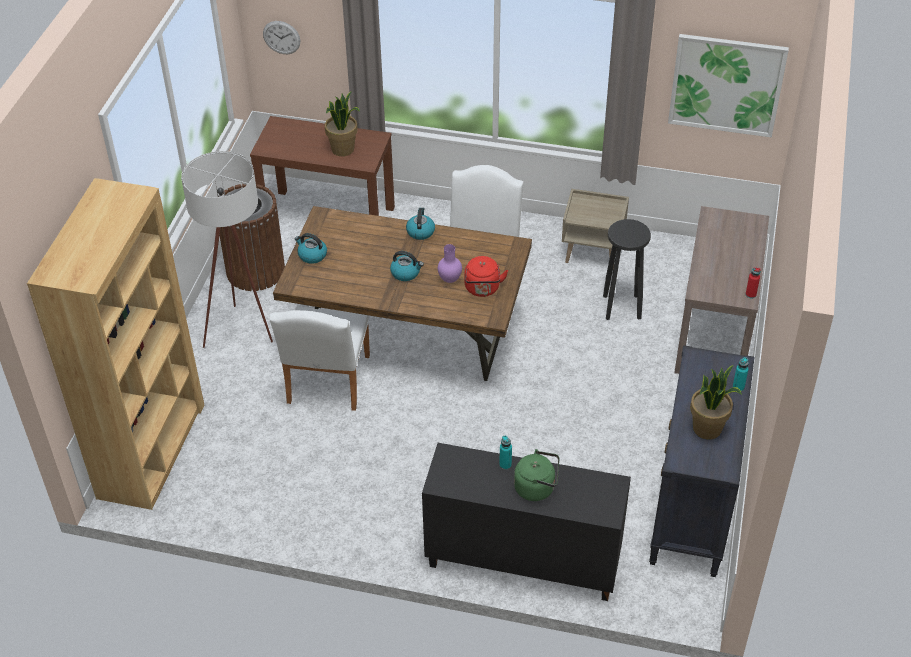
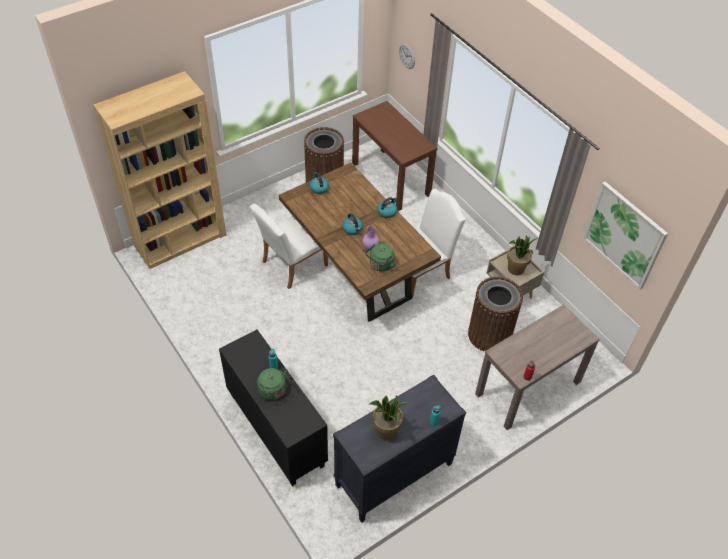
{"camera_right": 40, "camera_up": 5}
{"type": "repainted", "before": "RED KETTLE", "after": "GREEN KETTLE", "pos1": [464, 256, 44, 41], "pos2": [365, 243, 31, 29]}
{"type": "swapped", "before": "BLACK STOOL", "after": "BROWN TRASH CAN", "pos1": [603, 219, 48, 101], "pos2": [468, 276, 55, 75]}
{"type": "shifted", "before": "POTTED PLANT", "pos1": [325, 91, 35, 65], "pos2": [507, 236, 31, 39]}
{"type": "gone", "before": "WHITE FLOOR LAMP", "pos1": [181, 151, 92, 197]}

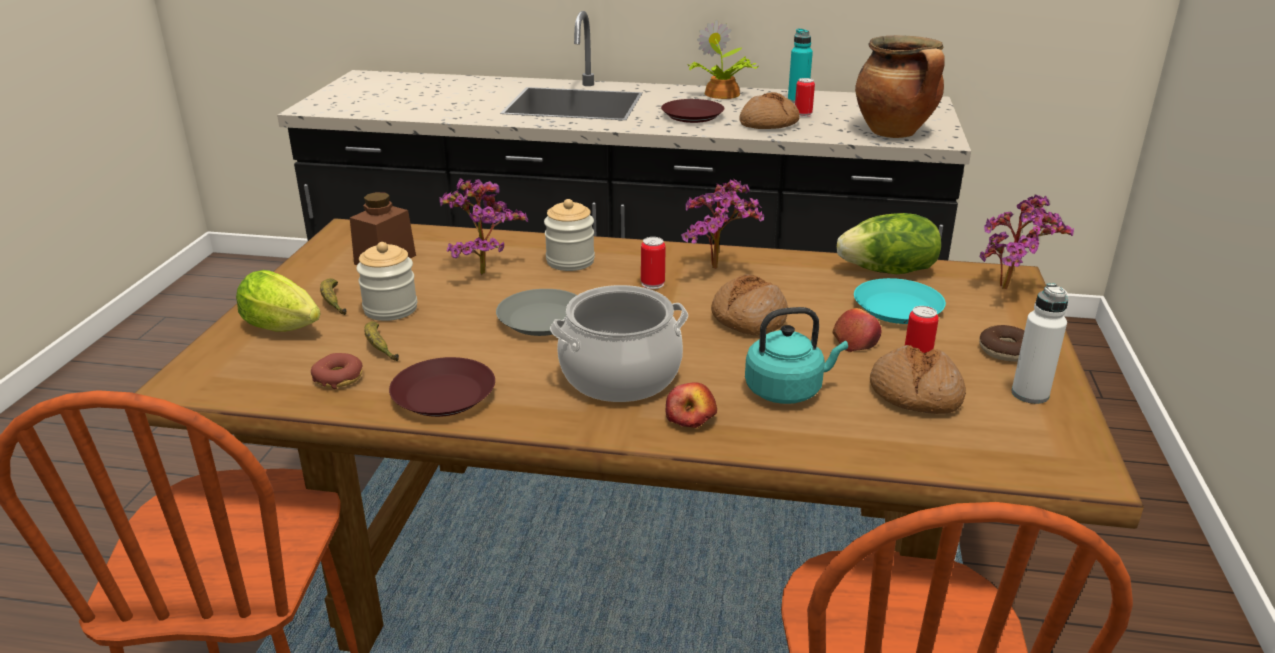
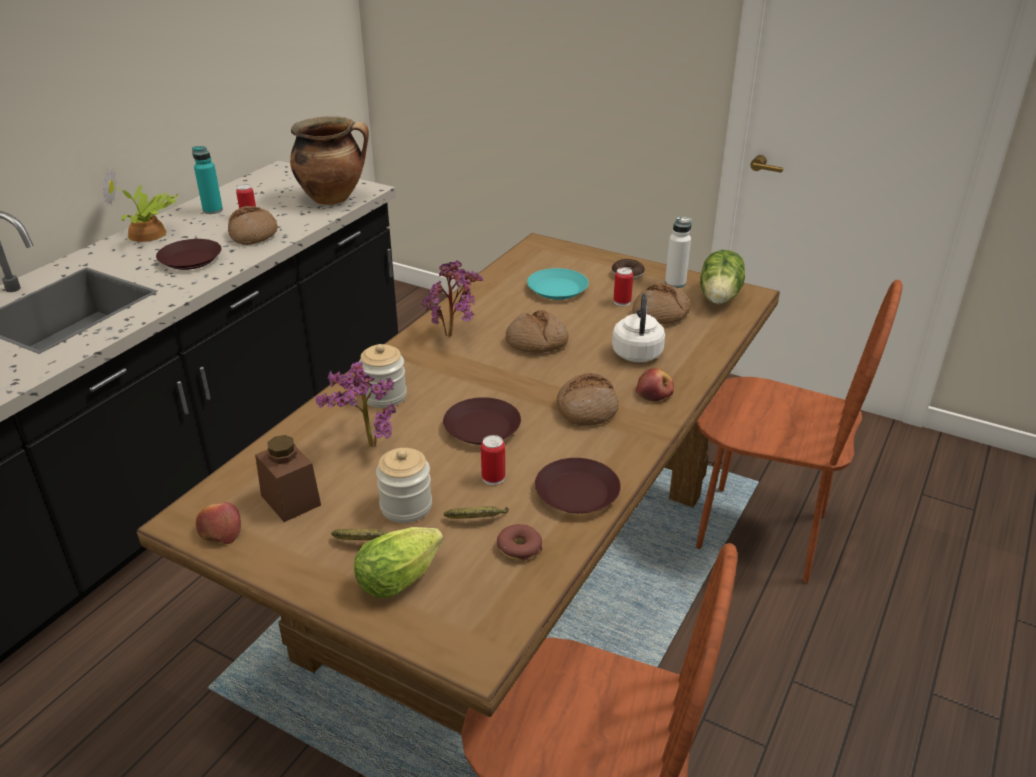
{"camera_right": -70, "camera_up": 5}
{"type": "shifted", "before": "APPLE", "pos1": [832, 308, 49, 44], "pos2": [196, 502, 45, 42]}
{"type": "repainted", "before": "GREY PLATE", "after": "BROWN PLATE", "pos1": [496, 289, 81, 47], "pos2": [443, 397, 78, 48]}
{"type": "shifted", "before": "CAN", "pos1": [641, 237, 25, 52], "pos2": [481, 435, 24, 50]}
{"type": "swapped", "before": "COOKING POT", "after": "BREAD", "pos1": [550, 285, 138, 117], "pos2": [557, 373, 62, 53]}
{"type": "repainted", "before": "TURQUOISE KETTLE", "after": "WHITE KETTLE", "pos1": [745, 307, 103, 97], "pos2": [612, 294, 53, 68]}
{"type": "shifted", "before": "LETTUCE", "pos1": [837, 213, 104, 61], "pos2": [700, 250, 45, 54]}
{"type": "gone", "before": "POTTED PLANT", "pos1": [980, 194, 94, 95]}

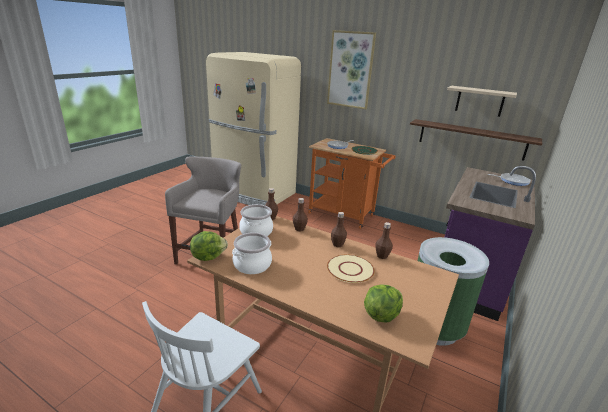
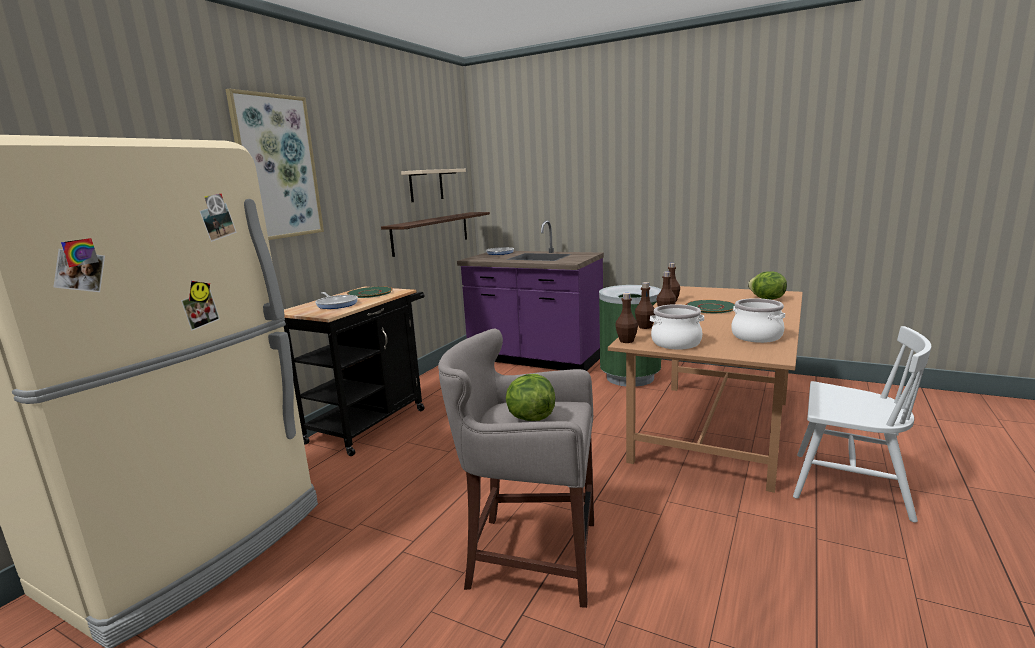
{"camera_right": -90, "camera_up": -10}
{"type": "repainted", "before": "ORANGE CART", "after": "BLACK CART", "pos1": [308, 138, 88, 91], "pos2": [284, 287, 141, 169]}
{"type": "shifted", "before": "LETTUCE", "pos1": [190, 231, 38, 30], "pos2": [506, 374, 49, 47]}
{"type": "repainted", "before": "BEIGE PLATE", "after": "GREEN PLATE", "pos1": [327, 255, 48, 28], "pos2": [686, 300, 49, 13]}

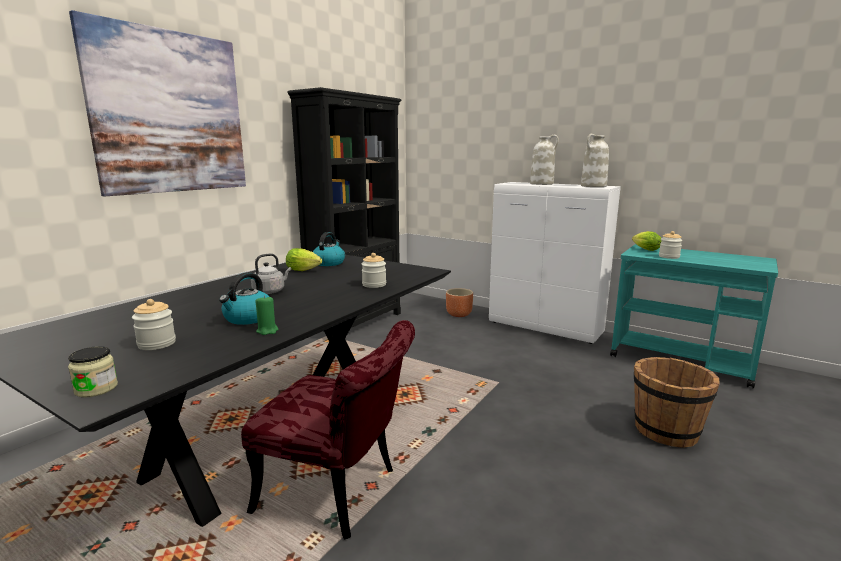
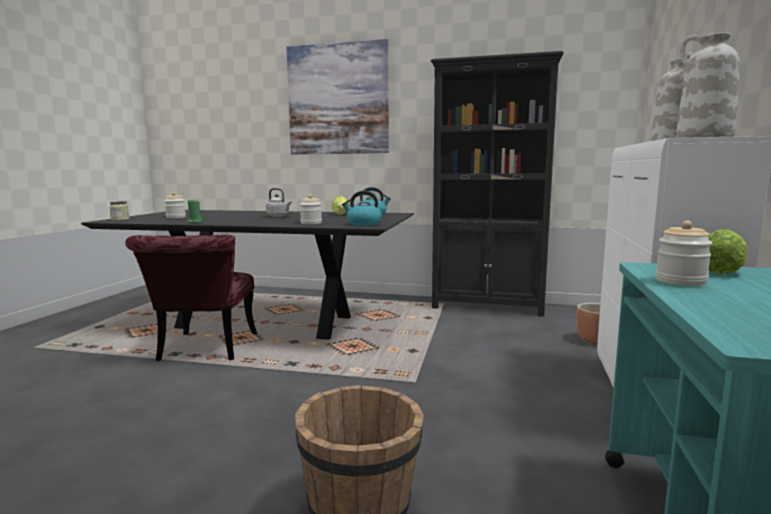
{"camera_right": 70, "camera_up": -5}
{"type": "shifted", "before": "KETTLE", "pos1": [219, 272, 50, 53], "pos2": [342, 191, 40, 35]}

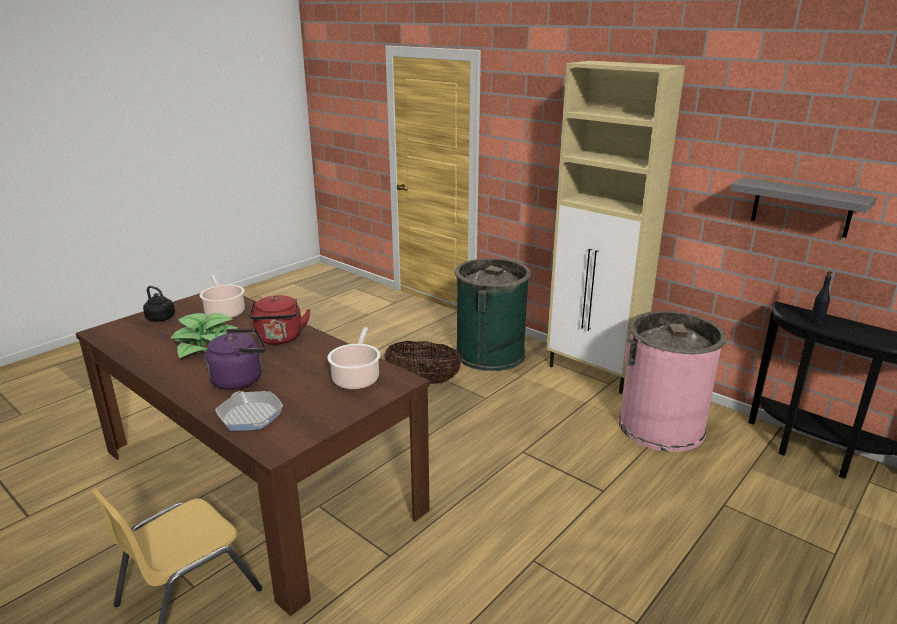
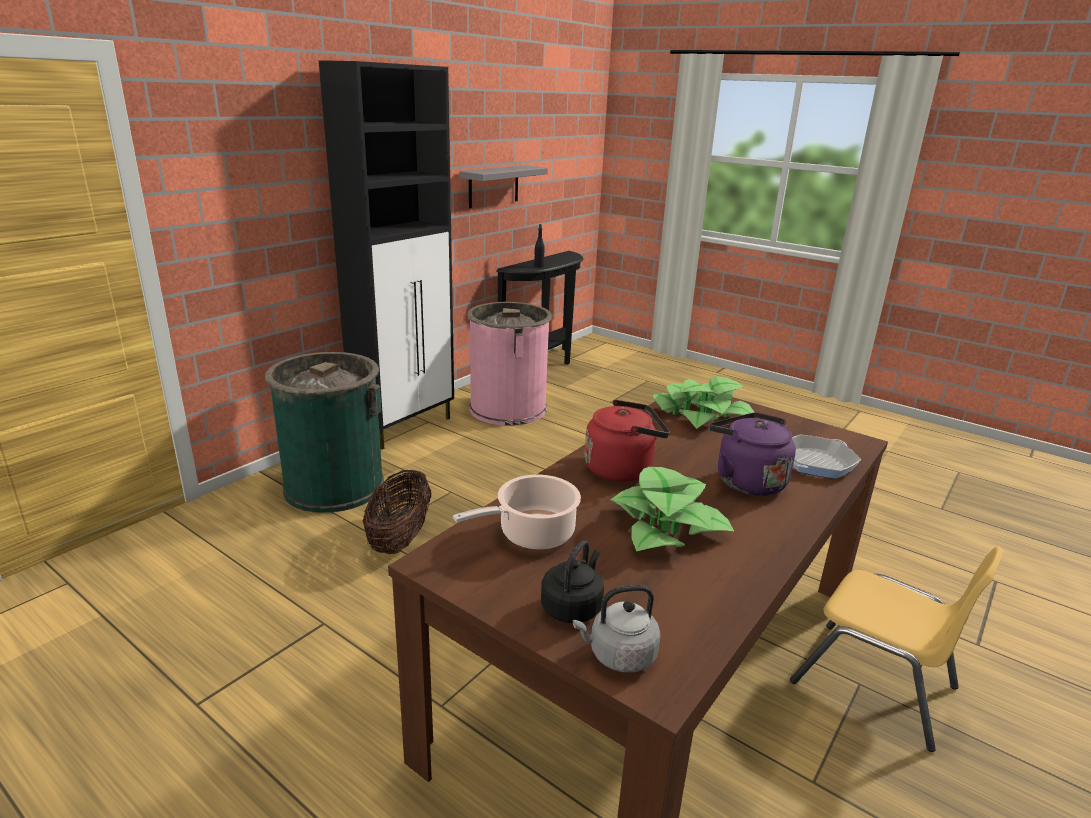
{"camera_right": -95, "camera_up": 0}
{"type": "repainted", "before": "BEIGE CABINET", "after": "BLACK CABINET", "pos1": [547, 61, 138, 333], "pos2": [319, 60, 135, 389]}
{"type": "new", "after": "GREY KETTLE", "pos2": [573, 585, 88, 88]}
{"type": "swapped", "before": "COOKING POT", "after": "POTTED PLANT", "pos1": [327, 328, 54, 61], "pos2": [653, 376, 101, 53]}

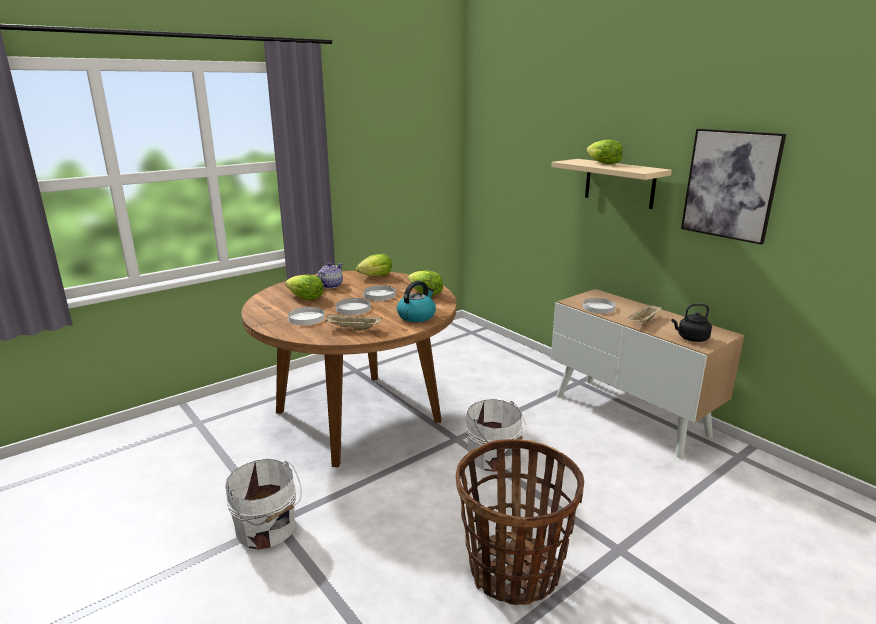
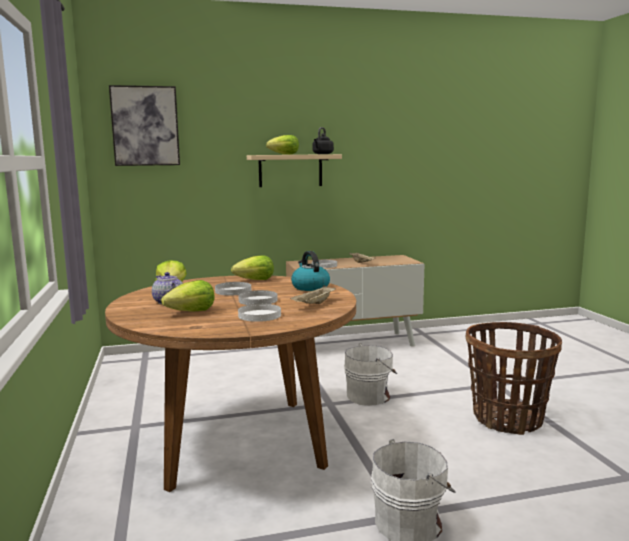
{"camera_right": -65, "camera_up": -10}
{"type": "shifted", "before": "PICTURE", "pos1": [681, 129, 105, 116], "pos2": [109, 85, 71, 81]}
{"type": "shifted", "before": "BLACK KETTLE", "pos1": [671, 303, 41, 39], "pos2": [312, 127, 22, 27]}

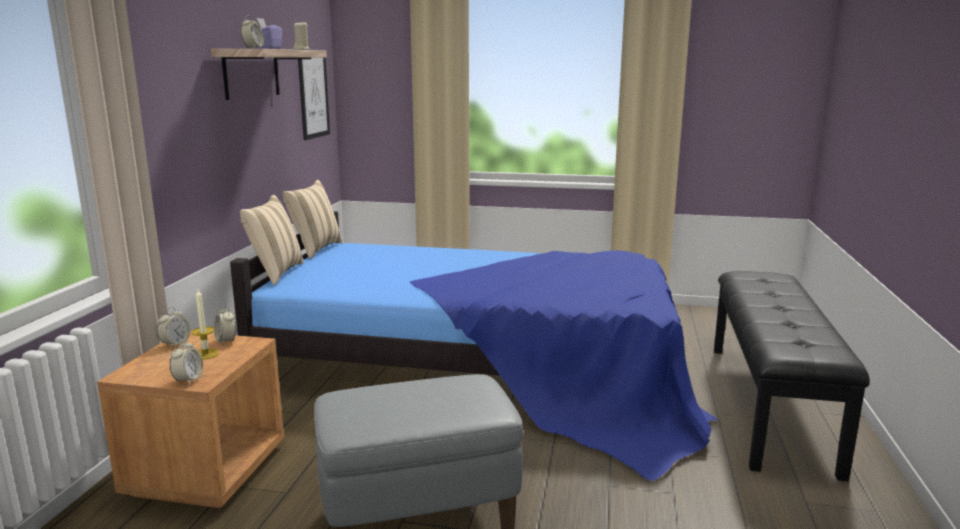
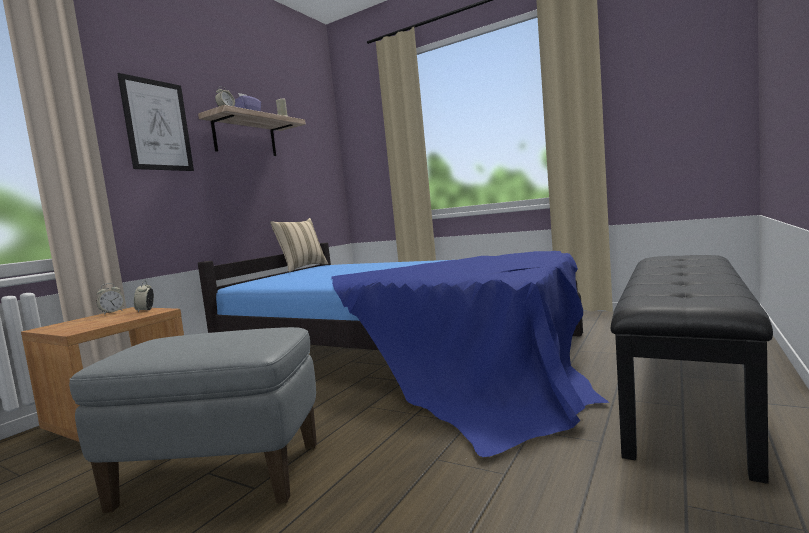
{"camera_right": 20, "camera_up": -10}
{"type": "shifted", "before": "PICTURE", "pos1": [298, 58, 32, 82], "pos2": [117, 73, 77, 98]}
{"type": "gone", "before": "ALARM CLOCK", "pos1": [170, 339, 33, 46]}
{"type": "gone", "before": "CANDLE", "pos1": [191, 289, 28, 71]}
{"type": "gone", "before": "BEIGE PILLOW", "pos1": [240, 195, 64, 90]}

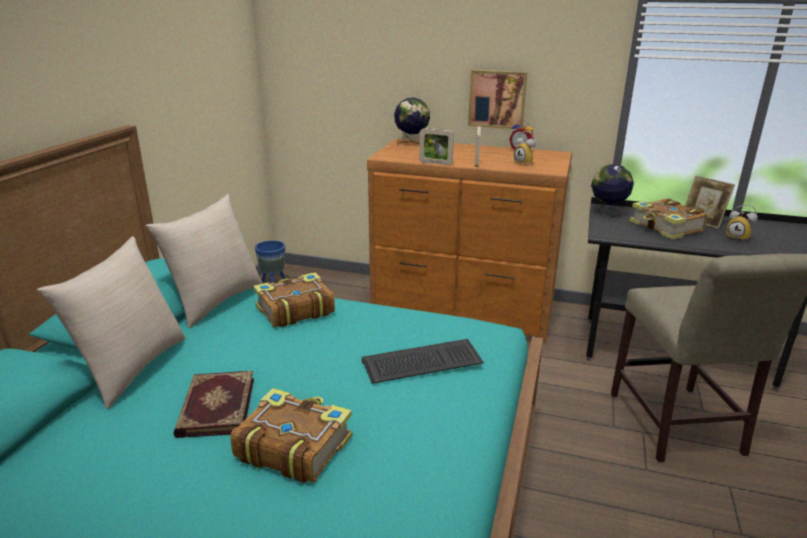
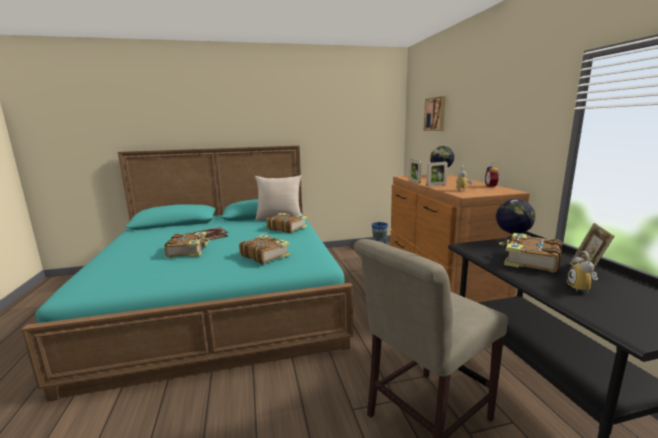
{"camera_right": 60, "camera_up": -10}
{"type": "swapped", "before": "KEYBOARD", "after": "BOOK", "pos1": [362, 339, 122, 45], "pos2": [239, 234, 51, 30]}
{"type": "shifted", "before": "PICTURE", "pos1": [468, 70, 59, 59], "pos2": [424, 96, 22, 35]}
{"type": "gone", "before": "BEIGE PILLOW", "pos1": [37, 236, 149, 173]}

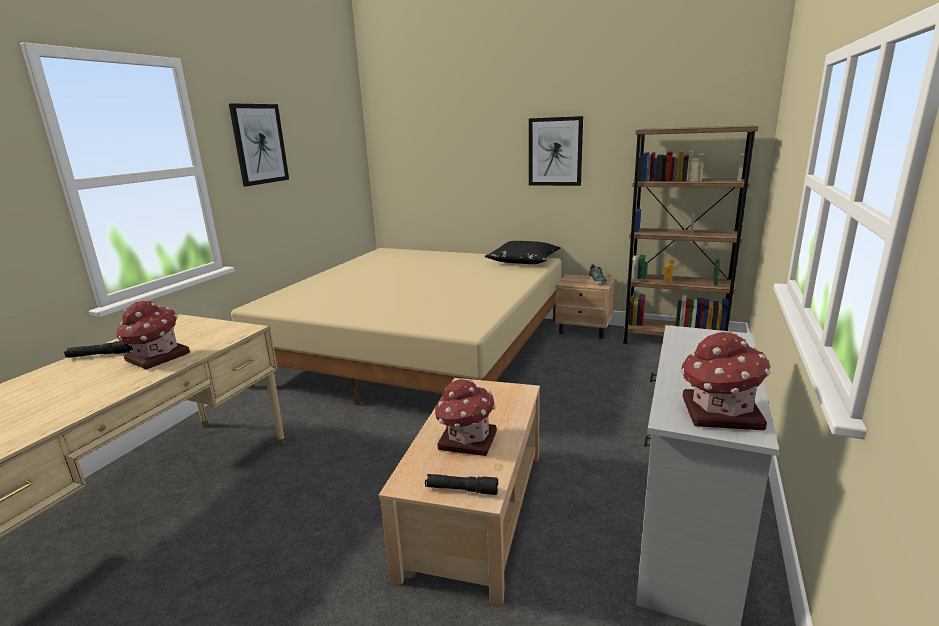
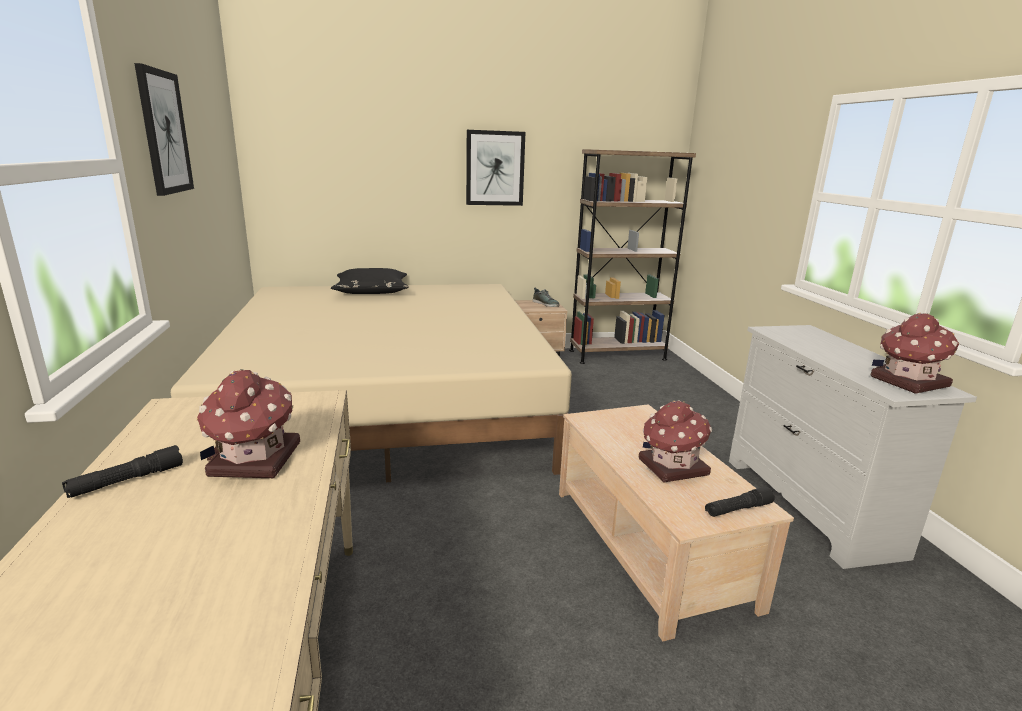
{"camera_right": -35, "camera_up": 0}
{"type": "shifted", "before": "BLACK PILLOW", "pos1": [485, 241, 76, 23], "pos2": [331, 268, 78, 26]}

